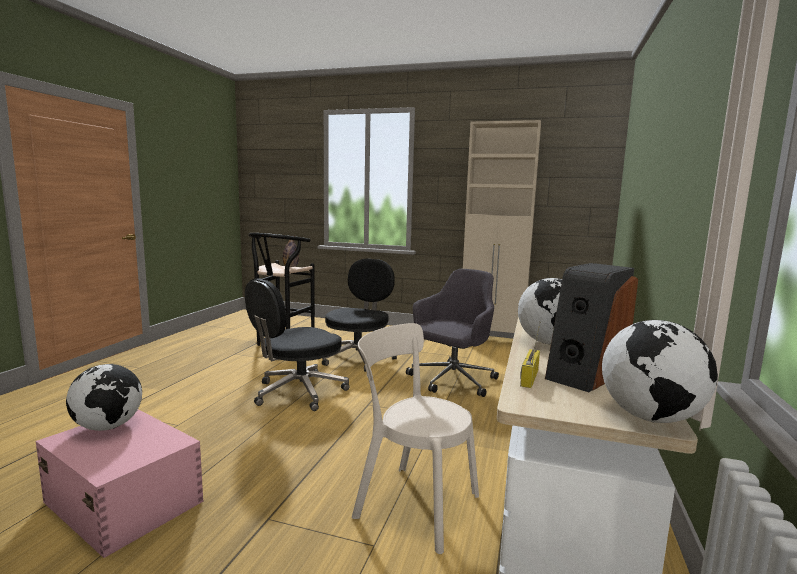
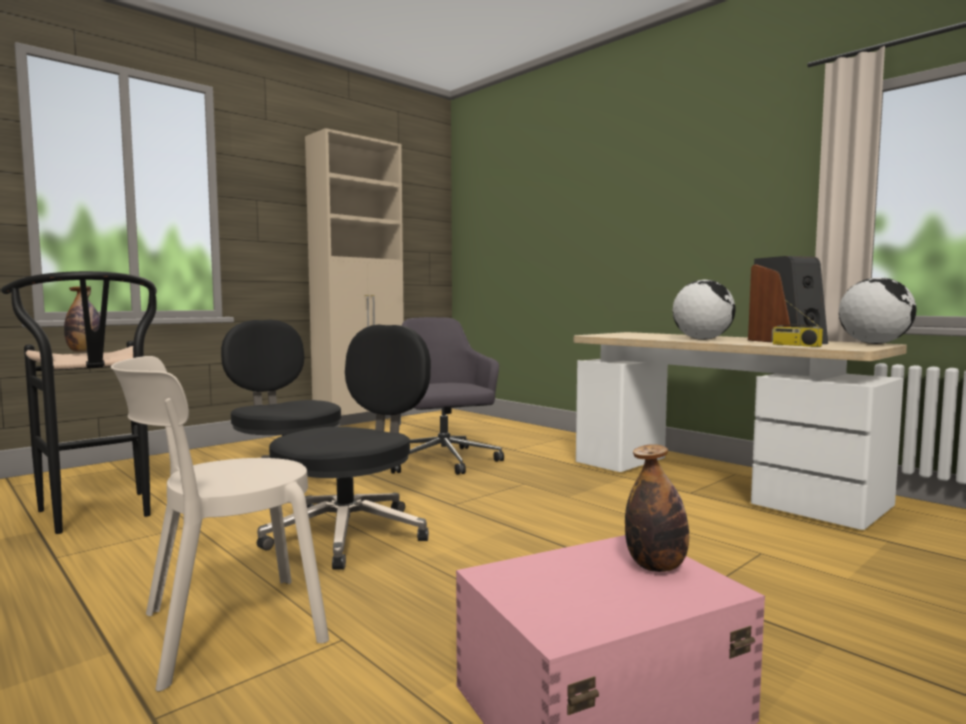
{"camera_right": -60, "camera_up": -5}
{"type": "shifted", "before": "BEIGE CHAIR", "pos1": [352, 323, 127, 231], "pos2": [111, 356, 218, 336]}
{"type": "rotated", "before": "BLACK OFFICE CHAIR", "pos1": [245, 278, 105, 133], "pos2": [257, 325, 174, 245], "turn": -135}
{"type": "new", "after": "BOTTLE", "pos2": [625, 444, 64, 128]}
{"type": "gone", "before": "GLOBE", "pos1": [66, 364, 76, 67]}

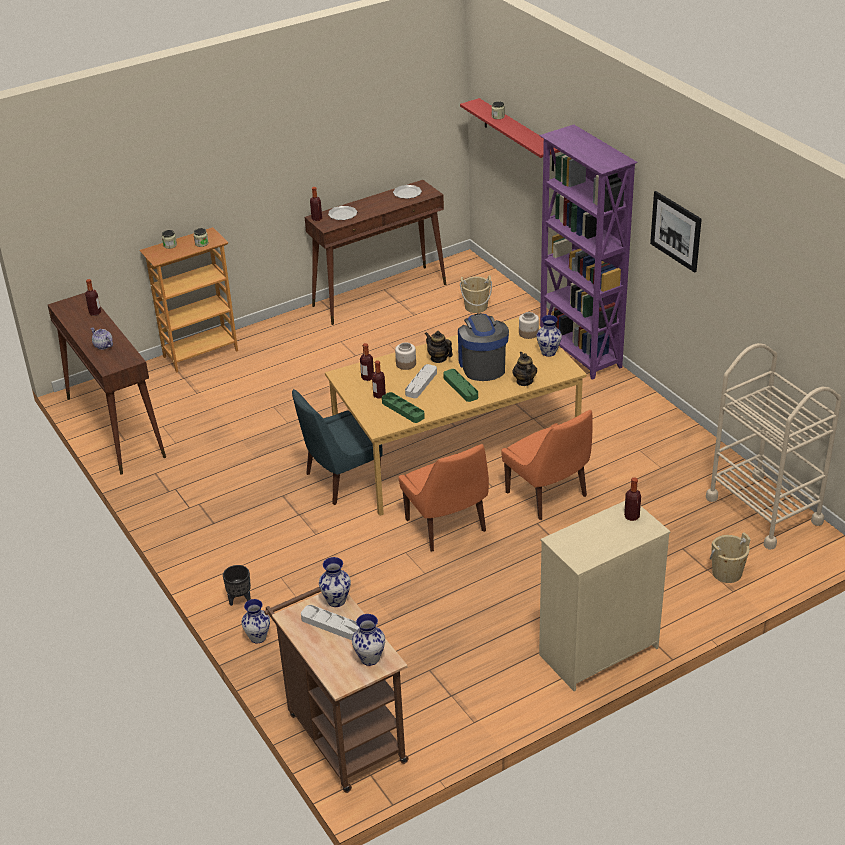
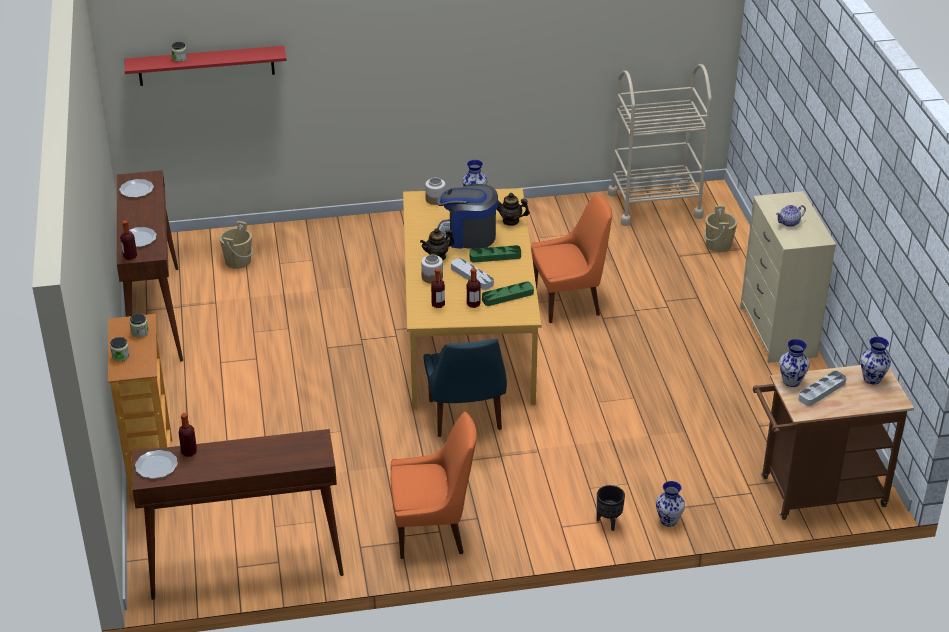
{"camera_right": -70, "camera_up": 0}
{"type": "new", "after": "PLATE", "pos2": [135, 450, 43, 29]}
{"type": "shifted", "before": "ORANGE CHAIR", "pos1": [399, 444, 90, 107], "pos2": [391, 412, 86, 147]}
{"type": "shifted", "before": "TEAPOT", "pos1": [90, 327, 23, 23], "pos2": [776, 205, 30, 22]}
{"type": "gone", "before": "PURPLE BOOKCASE", "pos1": [539, 125, 98, 255]}
{"type": "gone", "before": "BOTTLE", "pos1": [624, 477, 17, 44]}
{"type": "gone", "before": "PICTURE", "pos1": [650, 191, 52, 82]}

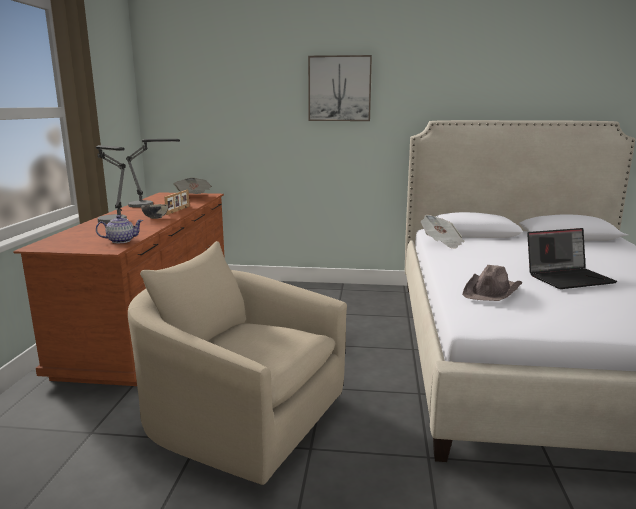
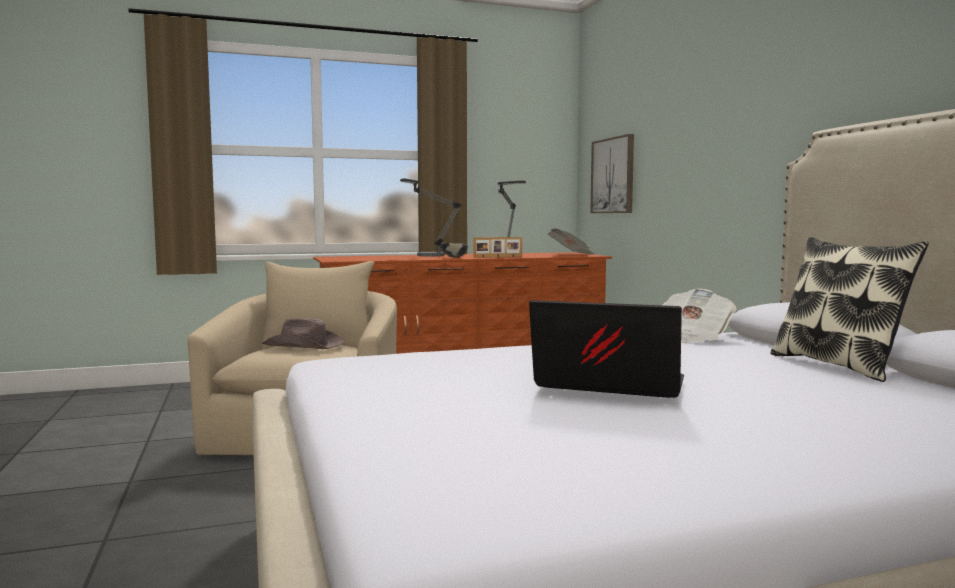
{"camera_right": 65, "camera_up": -10}
{"type": "shifted", "before": "BROWN HAT", "pos1": [462, 265, 60, 36], "pos2": [262, 318, 82, 31]}
{"type": "rotated", "before": "LAPTOP", "pos1": [527, 228, 90, 61], "pos2": [529, 300, 155, 98], "turn": 150}
{"type": "shifted", "before": "PICTURE", "pos1": [308, 55, 64, 66], "pos2": [590, 134, 44, 79]}
{"type": "new", "after": "PILLOW", "pos2": [770, 237, 159, 145]}
{"type": "gone", "before": "TEAPOT", "pos1": [96, 215, 47, 28]}

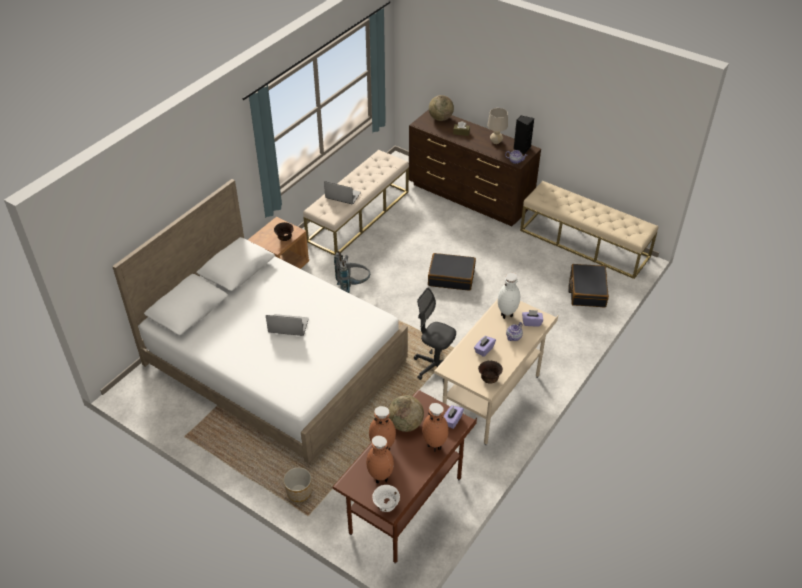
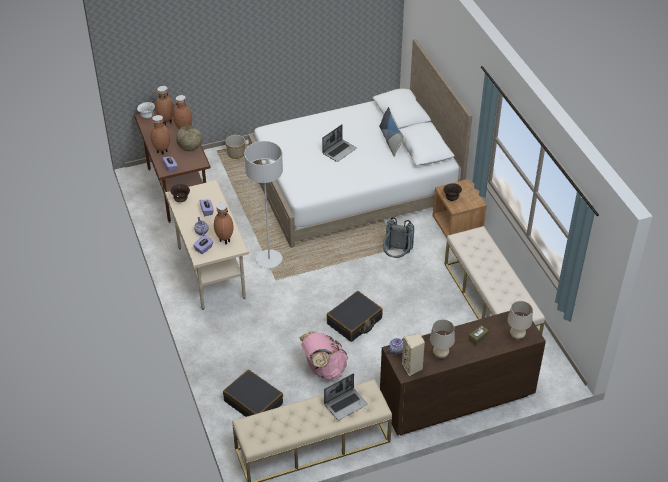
{"camera_right": 125, "camera_up": 0}
{"type": "repainted", "before": "WHITE VASE", "after": "BROWN VASE", "pos1": [498, 273, 22, 46], "pos2": [214, 202, 20, 43]}
{"type": "swapped", "before": "GREY OFFICE CHAIR", "after": "GREY FLOOR LAMP", "pos1": [414, 288, 42, 95], "pos2": [244, 141, 39, 127]}
{"type": "new", "after": "PINK BACKPACK", "pos2": [300, 331, 48, 50]}
{"type": "shifted", "before": "LAPTOP", "pos1": [324, 181, 37, 23], "pos2": [324, 373, 43, 48]}
{"type": "new", "after": "PILLOW", "pos2": [379, 107, 25, 50]}
{"type": "repainted", "before": "BLACK SPEAKER", "after": "BEIGE SPEAKER", "pos1": [514, 116, 20, 38], "pos2": [402, 334, 23, 42]}
{"type": "swapped", "before": "GLOBE", "after": "BEIGE TABLE LAMP", "pos1": [429, 95, 25, 26], "pos2": [507, 301, 26, 39]}

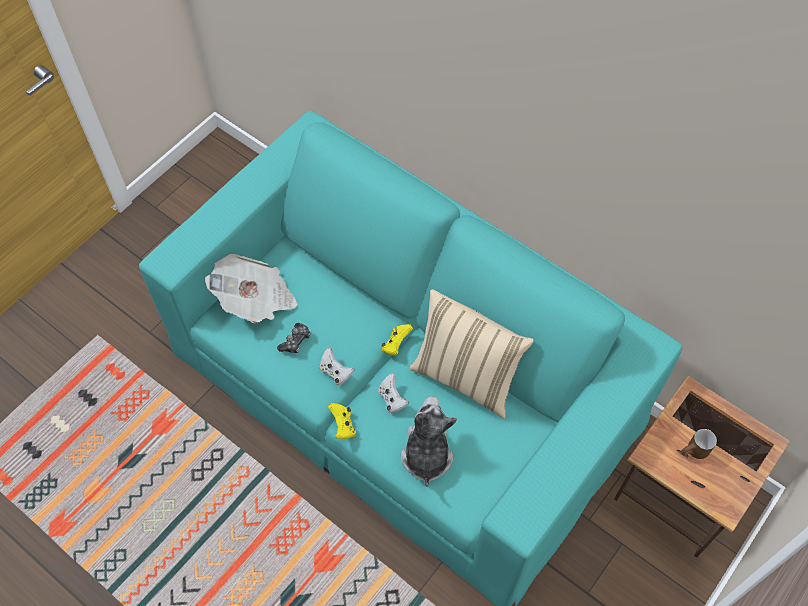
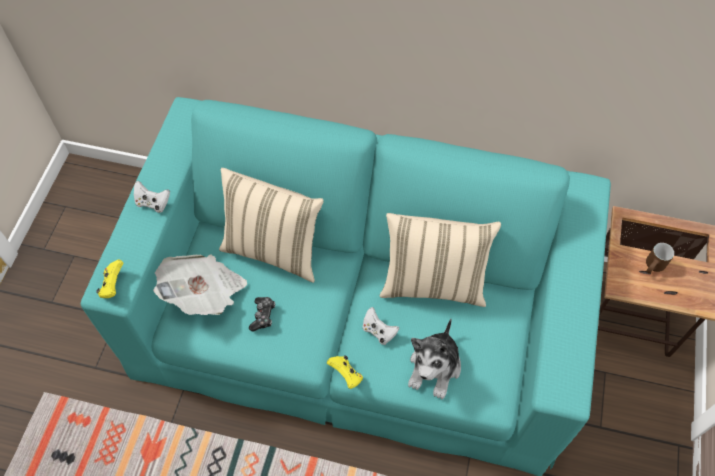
{"camera_right": -25, "camera_up": 0}
{"type": "shifted", "before": "YELLOW GAME CONTROLLER", "pos1": [381, 324, 32, 31], "pos2": [96, 260, 27, 38]}
{"type": "shifted", "before": "WHITE GAME CONTROLLER", "pos1": [320, 348, 35, 37], "pos2": [134, 181, 36, 32]}
{"type": "new", "after": "BEIGE PILLOW", "pos2": [219, 168, 105, 115]}
{"type": "rotated", "before": "PLUSH TOY", "pos1": [401, 396, 56, 91], "pos2": [408, 319, 53, 80], "turn": -135}

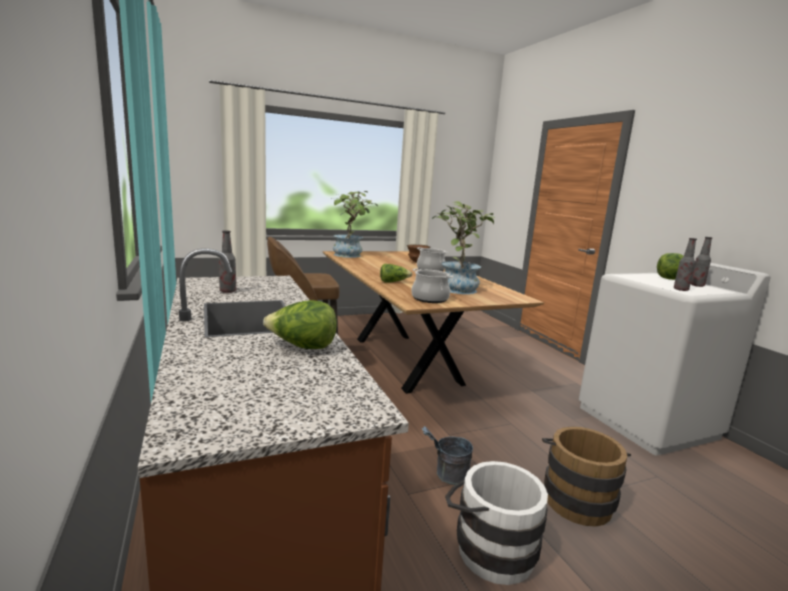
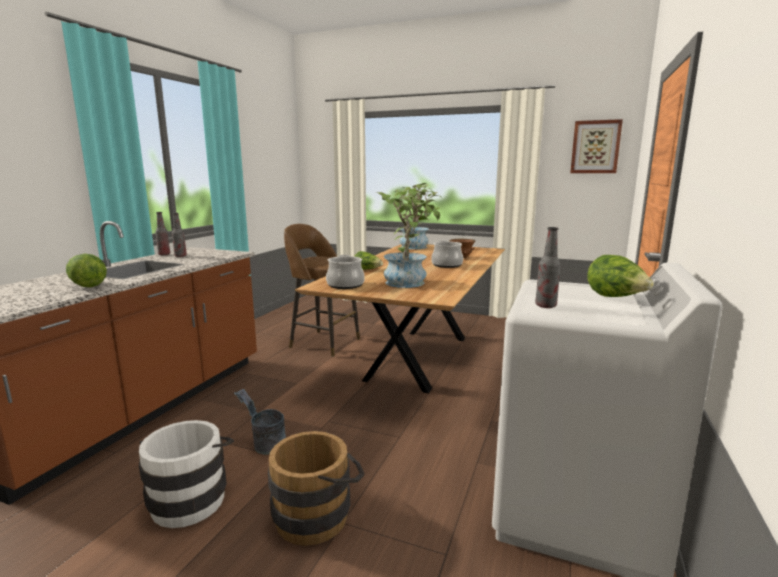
{"camera_right": 45, "camera_up": 0}
{"type": "shifted", "before": "BOTTLE", "pos1": [691, 237, 21, 50], "pos2": [156, 212, 14, 43]}
{"type": "new", "after": "PICTURE", "pos2": [570, 119, 53, 54]}

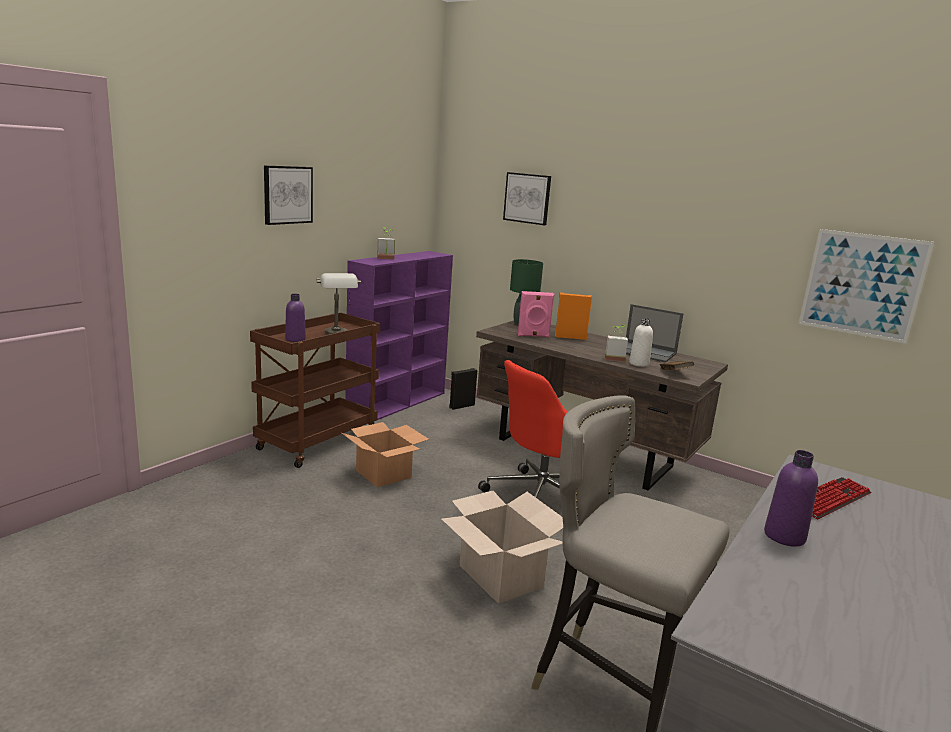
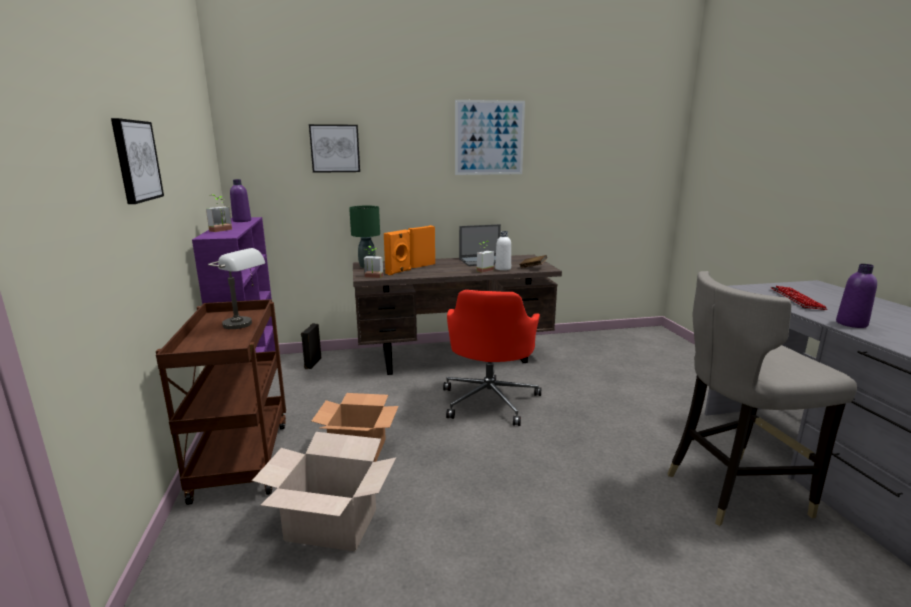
{"camera_right": -45, "camera_up": 0}
{"type": "shifted", "before": "PURPLE BOTTLE", "pos1": [285, 294, 21, 48], "pos2": [230, 179, 21, 43]}
{"type": "shifted", "before": "CARDBOARD BOX", "pos1": [441, 491, 122, 113], "pos2": [252, 432, 144, 119]}
{"type": "new", "after": "POTTED PLANT", "pos2": [364, 246, 19, 32]}
{"type": "repainted", "before": "PINK SPEAKER", "after": "ORANGE SPEAKER", "pos1": [518, 291, 37, 47], "pos2": [384, 230, 27, 45]}
{"type": "shifted", "before": "PICTURE", "pos1": [798, 229, 136, 115], "pos2": [455, 100, 70, 75]}

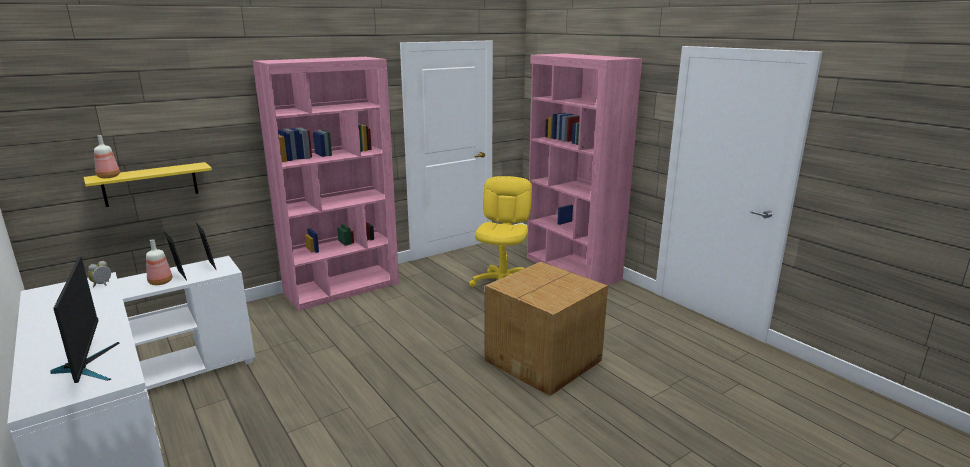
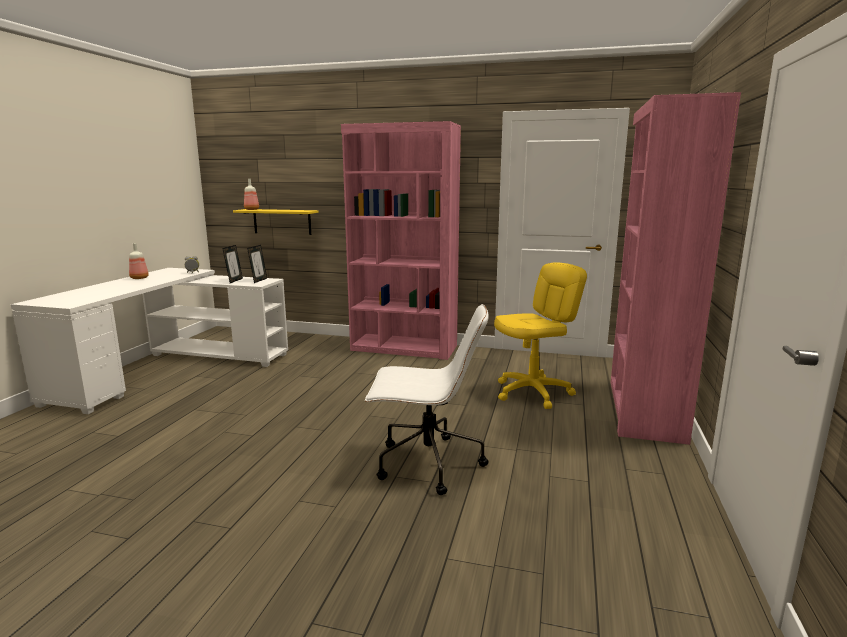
{"camera_right": 50, "camera_up": -5}
{"type": "shifted", "before": "BOTTLE", "pos1": [146, 239, 26, 46], "pos2": [129, 243, 20, 36]}
{"type": "swapped", "before": "CARDBOARD BOX", "after": "WHITE OFFICE CHAIR", "pos1": [485, 262, 123, 134], "pos2": [365, 304, 124, 191]}
{"type": "gone", "before": "MONITOR", "pos1": [50, 256, 69, 127]}

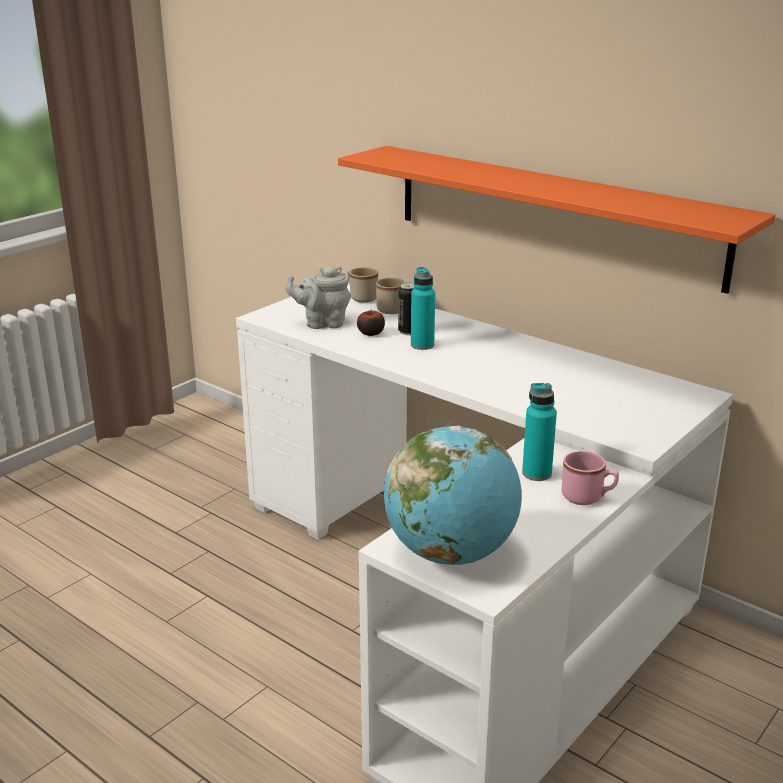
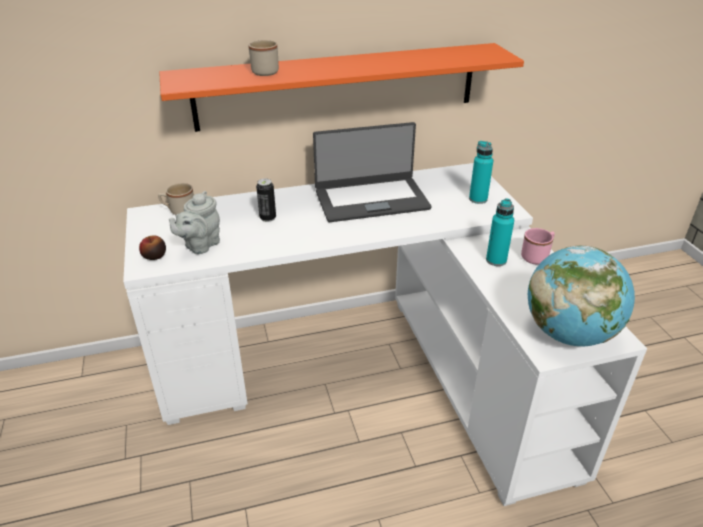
{"camera_right": -55, "camera_up": 10}
{"type": "shifted", "before": "APPLE", "pos1": [357, 310, 28, 26], "pos2": [139, 236, 27, 24]}
{"type": "shifted", "before": "BEIGE MUG", "pos1": [376, 278, 35, 36], "pos2": [248, 40, 31, 36]}
{"type": "new", "after": "LAPTOP", "pos2": [313, 122, 119, 100]}
{"type": "shifted", "before": "TURQUOISE BOTTLE", "pos1": [411, 267, 24, 83], "pos2": [469, 141, 24, 63]}

